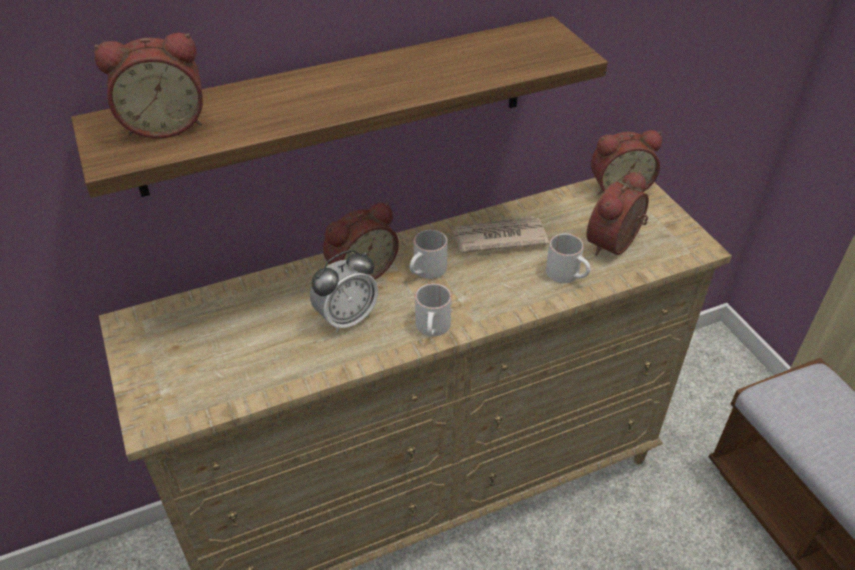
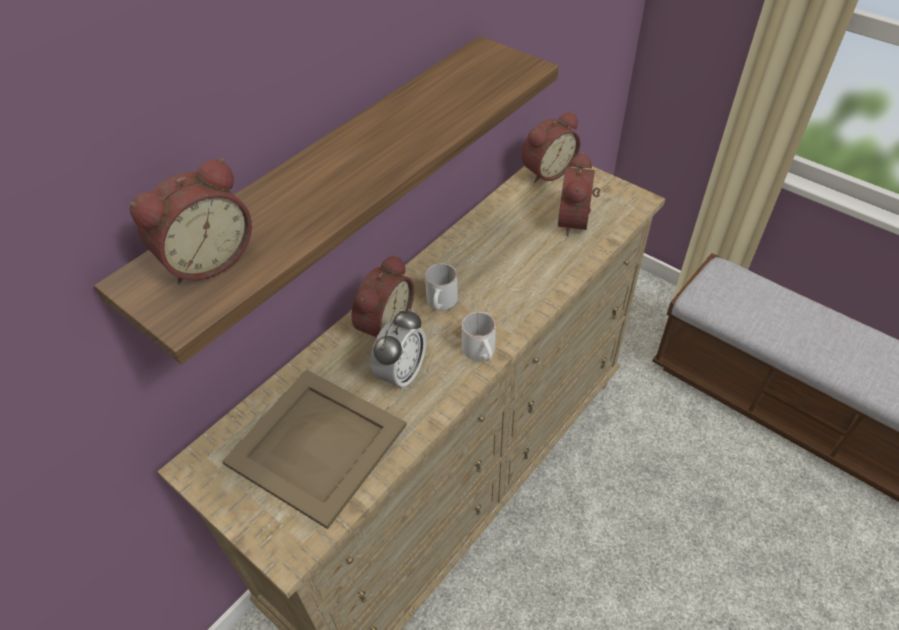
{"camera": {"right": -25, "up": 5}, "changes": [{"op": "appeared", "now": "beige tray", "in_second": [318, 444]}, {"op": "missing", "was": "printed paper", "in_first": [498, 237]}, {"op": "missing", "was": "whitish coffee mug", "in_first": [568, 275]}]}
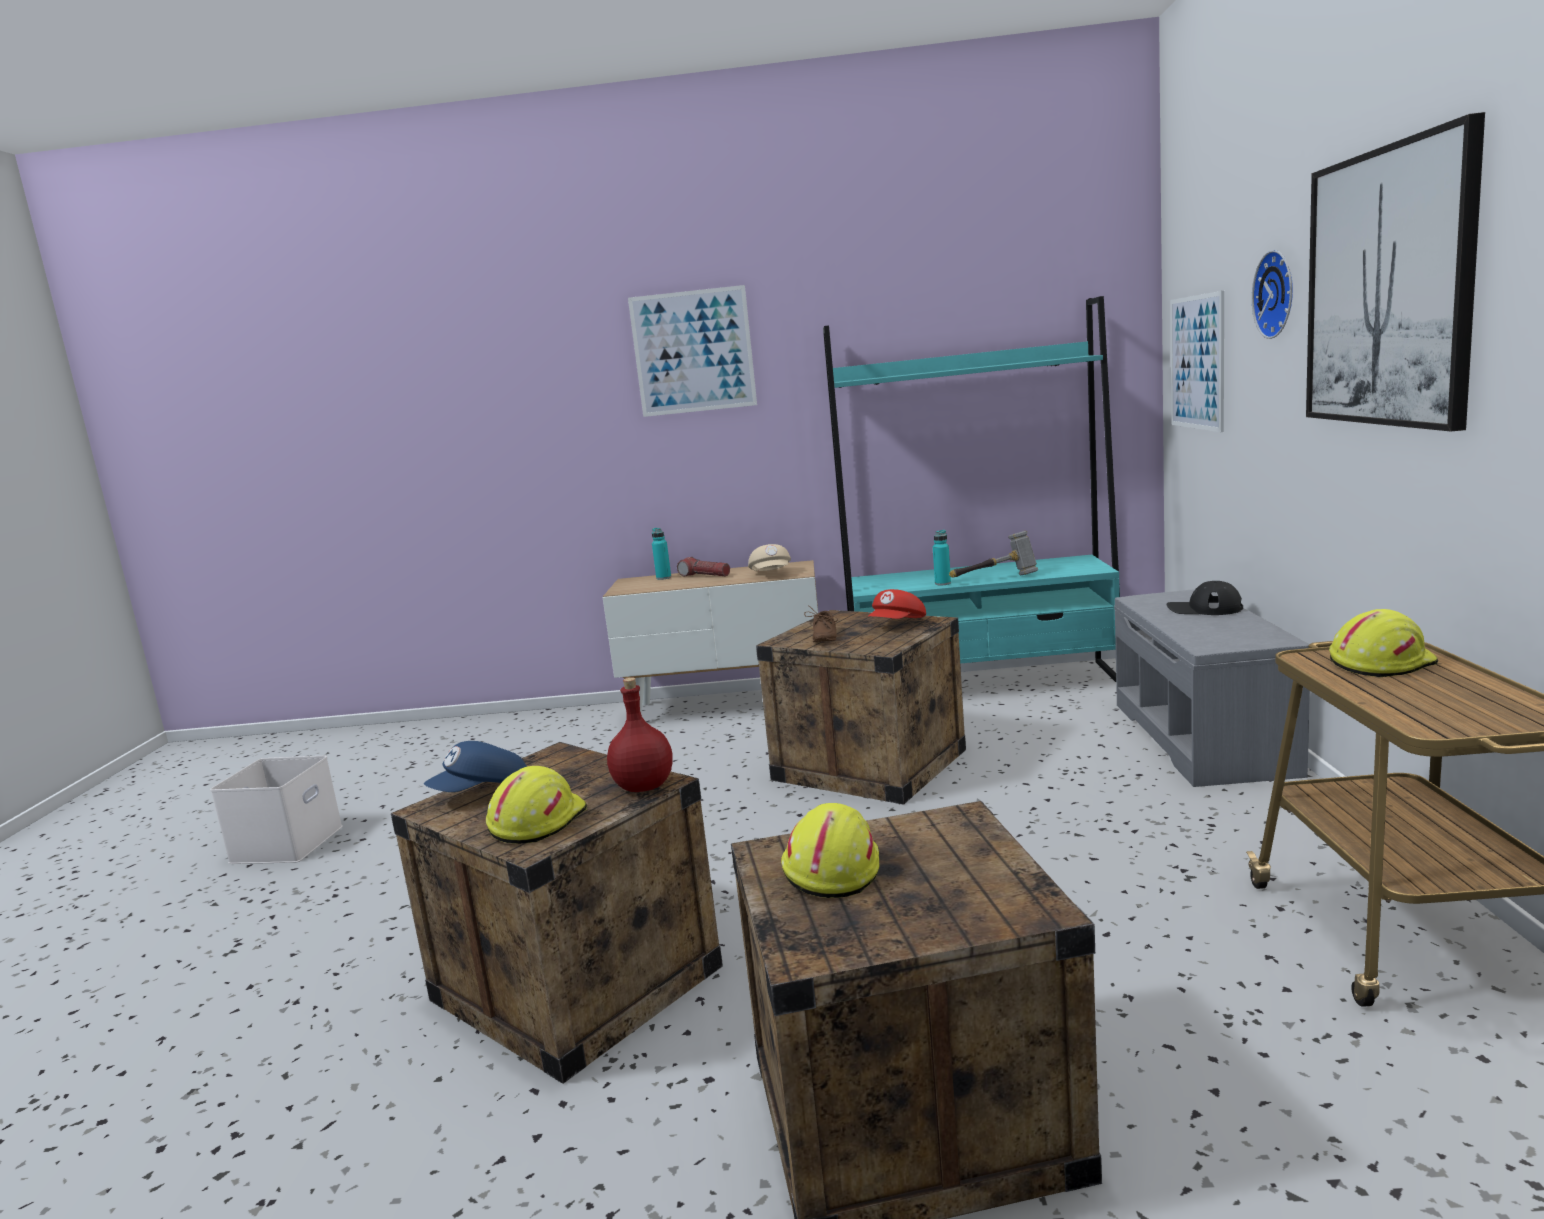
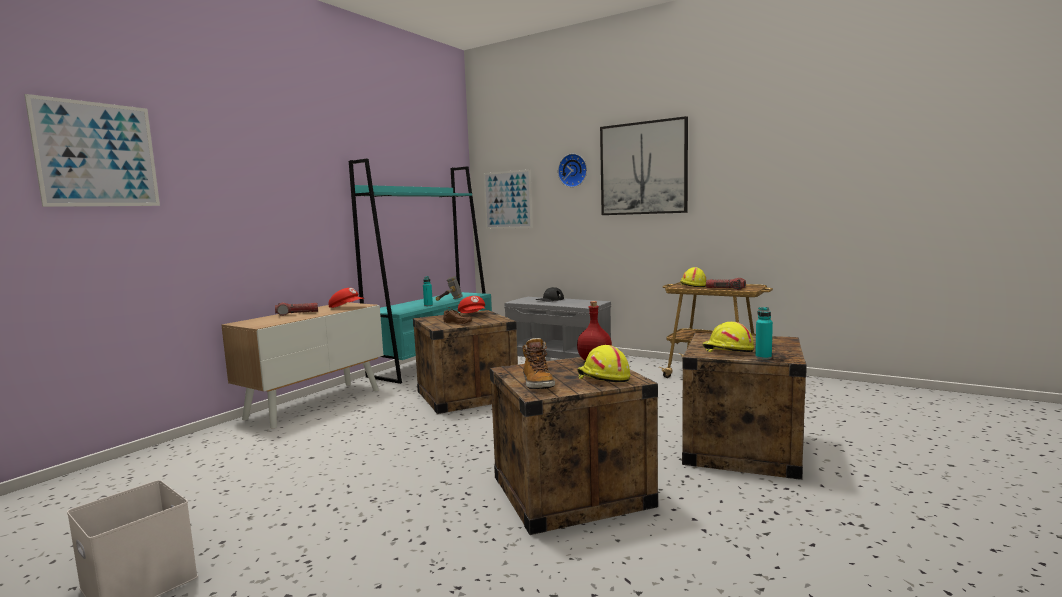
{"camera": {"right": -60, "up": -5}, "changes": [{"op": "relocated", "was": "wall picture", "in_first": [693, 352], "in_second": [97, 154]}, {"op": "colour", "was": "beige cap", "now": "red cap", "in_first": [772, 574], "in_second": [347, 307]}, {"op": "exchanged", "was": "blue-coloured cap", "now": "boot", "in_first": [483, 793], "in_second": [537, 384]}, {"op": "appeared", "now": "flashlight", "in_second": [725, 289]}, {"op": "relocated", "was": "blue-green drink bottle", "in_first": [663, 578], "in_second": [763, 357]}]}
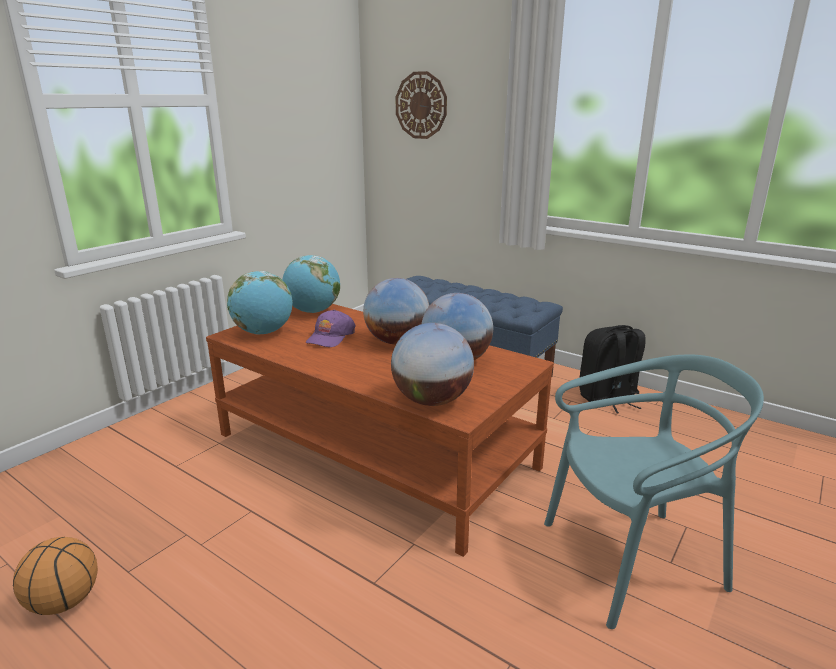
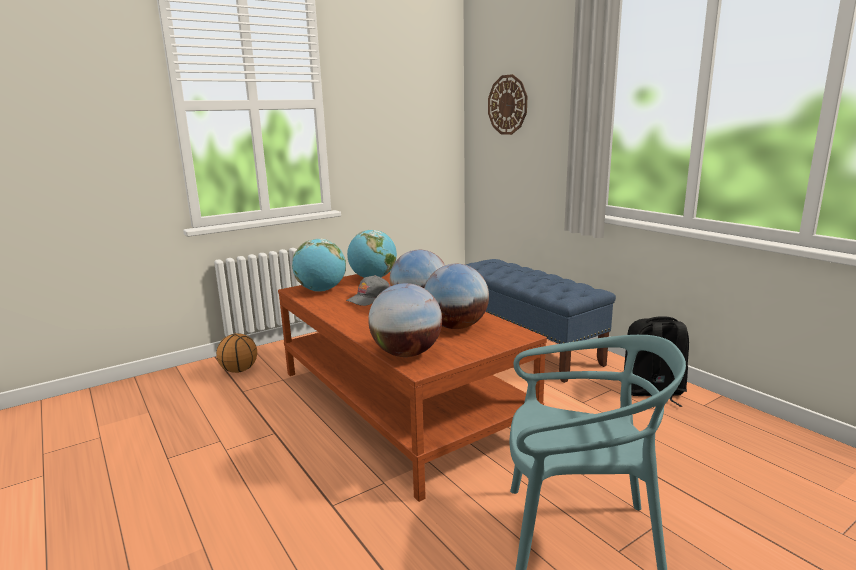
{"camera": {"right": 20, "up": -5}, "changes": [{"op": "relocated", "was": "basketball", "in_first": [64, 601], "in_second": [239, 370]}, {"op": "colour", "was": "purple cap", "now": "greyish cap", "in_first": [330, 337], "in_second": [369, 298]}]}
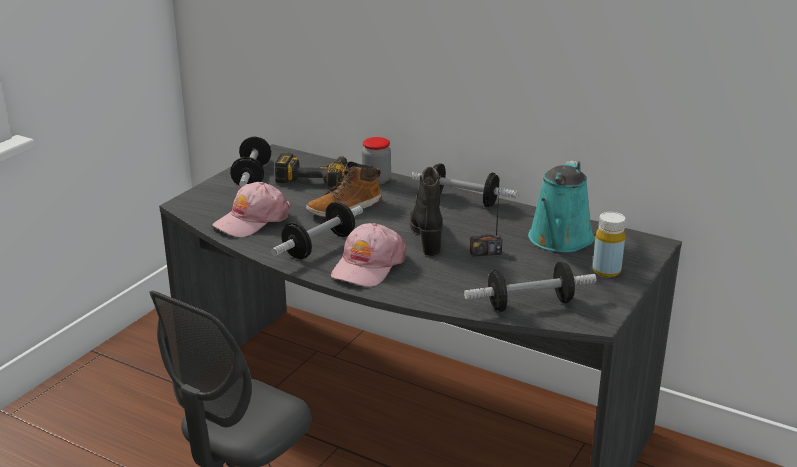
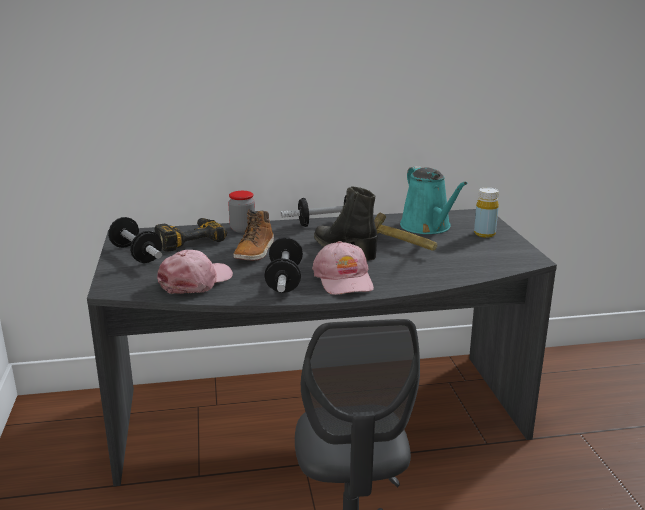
{"camera": {"right": -40, "up": -5}, "changes": [{"op": "spun", "was": "pink-coloured cap", "in_first": [252, 220], "in_second": [196, 281], "clockwise": -150}, {"op": "exchanged", "was": "radio receiver", "now": "tool hammer", "in_first": [485, 252], "in_second": [401, 247]}, {"op": "missing", "was": "free weight", "in_first": [529, 304]}]}
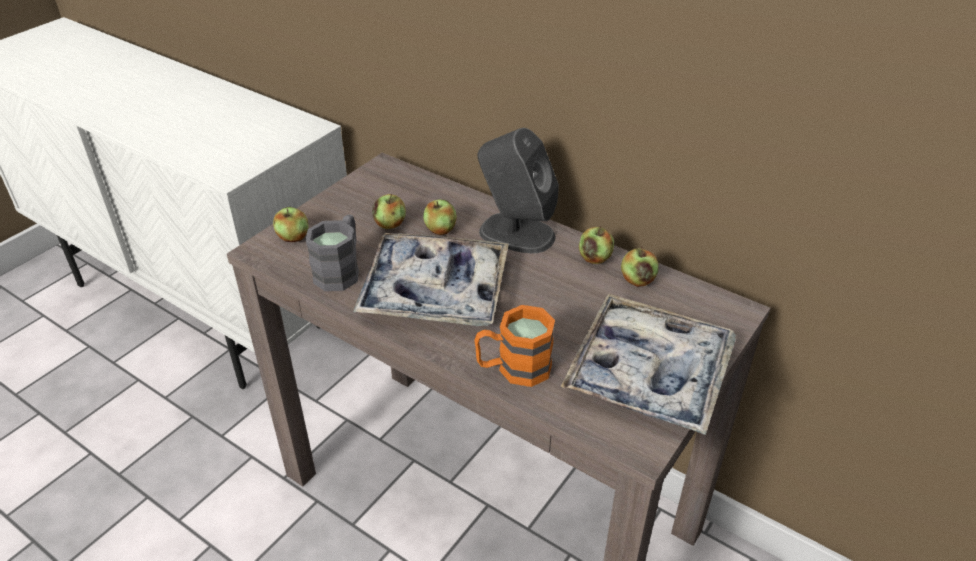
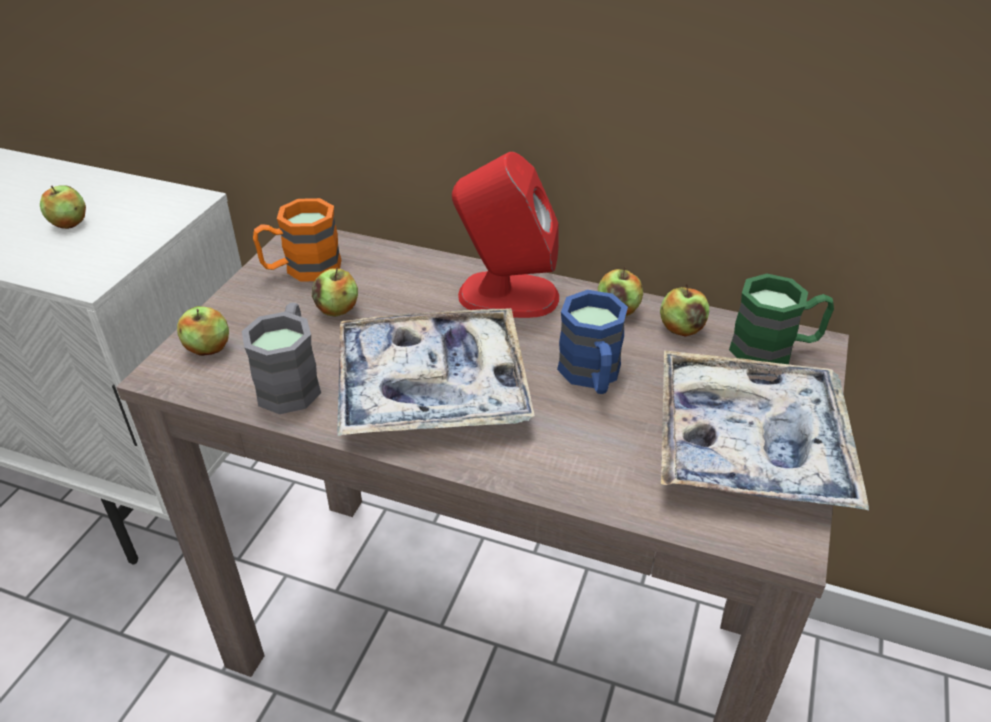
{"camera": {"right": -15, "up": 0}, "changes": [{"op": "relocated", "was": "whole apple", "in_first": [440, 229], "in_second": [69, 223]}, {"op": "relocated", "was": "orange-coloured coffee mug", "in_first": [513, 368], "in_second": [302, 269]}, {"op": "colour", "was": "greyish audio speaker", "now": "red audio speaker", "in_first": [515, 233], "in_second": [506, 295]}, {"op": "appeared", "now": "blue-coloured coffee mug", "in_second": [592, 376]}, {"op": "appeared", "now": "greenish coffee mug", "in_second": [774, 349]}]}
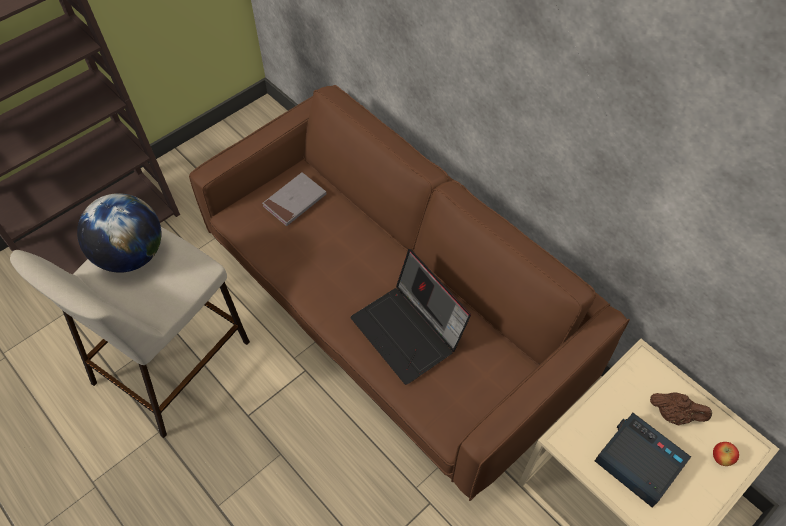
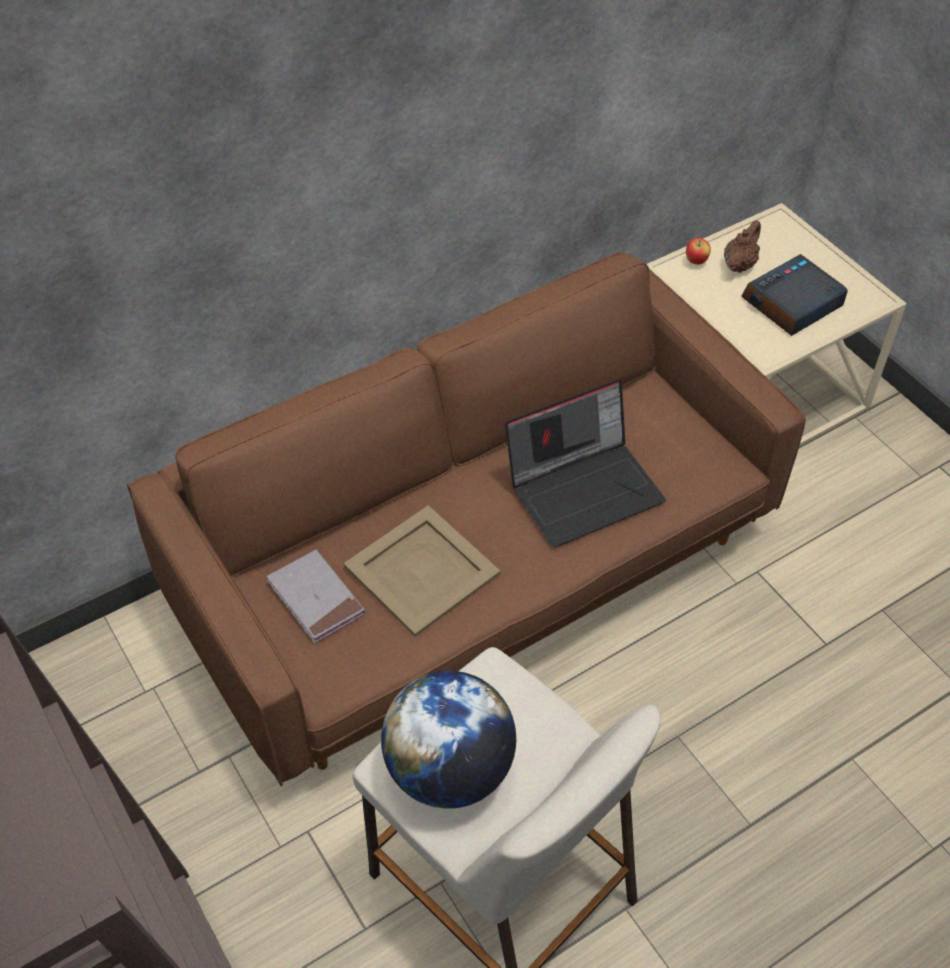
{"camera": {"right": -80, "up": -5}, "changes": [{"op": "appeared", "now": "beige tray", "in_second": [420, 570]}, {"op": "relocated", "was": "whole apple", "in_first": [720, 458], "in_second": [696, 261]}]}
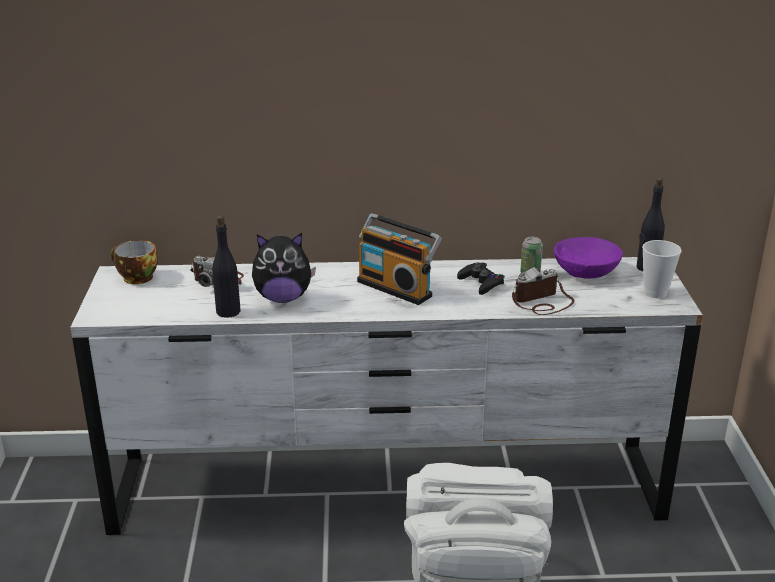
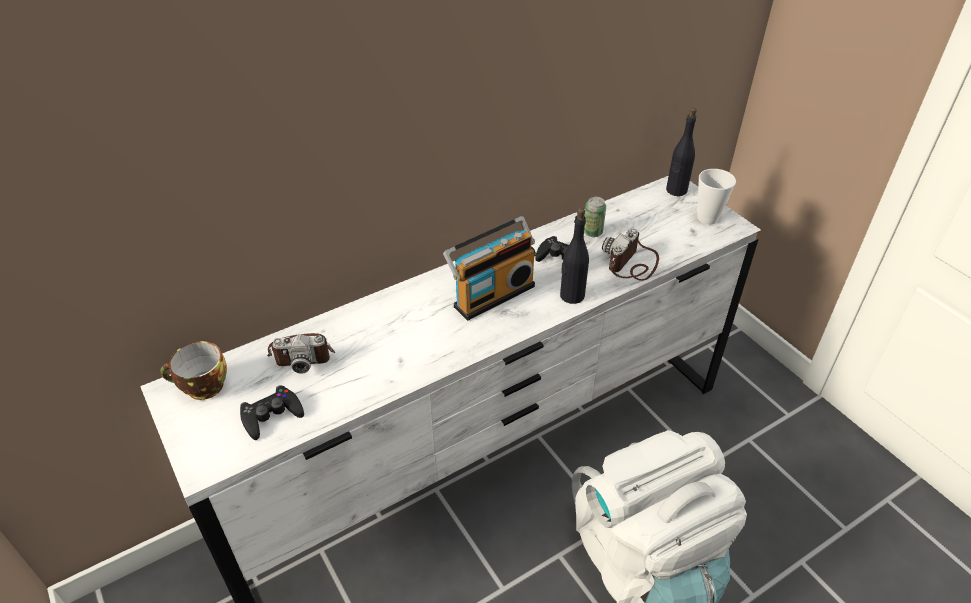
{"camera": {"right": -30, "up": 15}, "changes": [{"op": "appeared", "now": "black game controller", "in_second": [271, 416]}, {"op": "spun", "was": "radio receiver", "in_first": [397, 287], "in_second": [492, 294], "clockwise": -45}, {"op": "relocated", "was": "black drink bottle", "in_first": [228, 312], "in_second": [571, 296]}, {"op": "missing", "was": "cuddly toy", "in_first": [283, 298]}, {"op": "missing", "was": "purple deep dish", "in_first": [586, 273]}]}
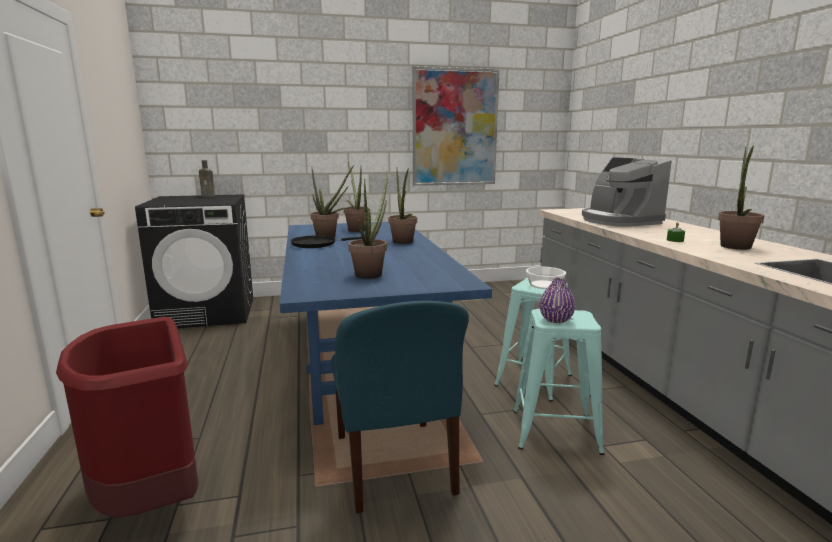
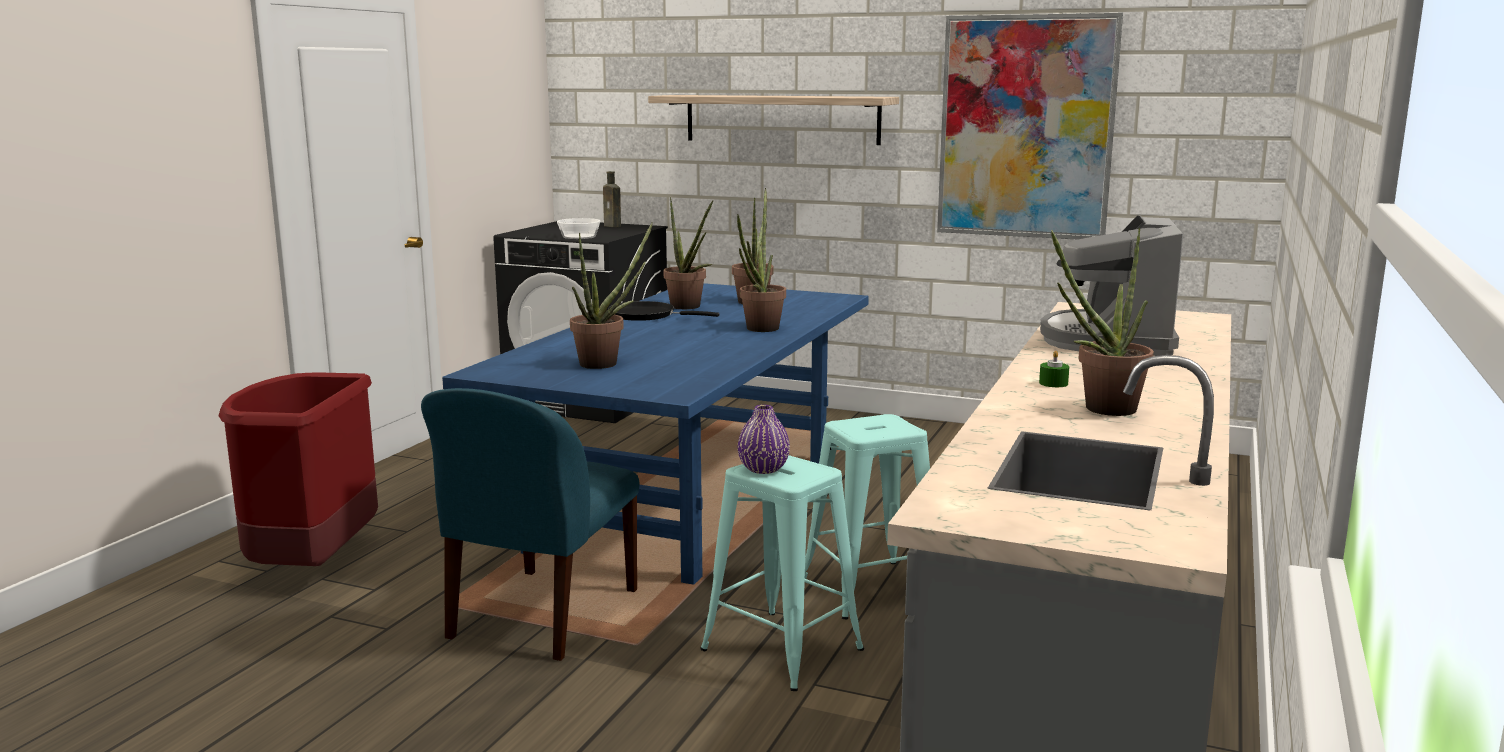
{"camera": {"right": 35, "up": 0}, "changes": [{"op": "relocated", "was": "deep dish", "in_first": [544, 285], "in_second": [579, 236]}, {"op": "appeared", "now": "shelf", "in_second": [781, 119]}]}
